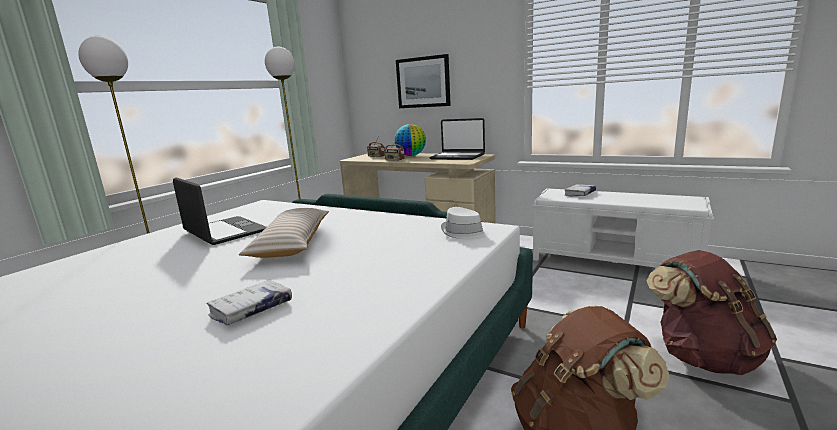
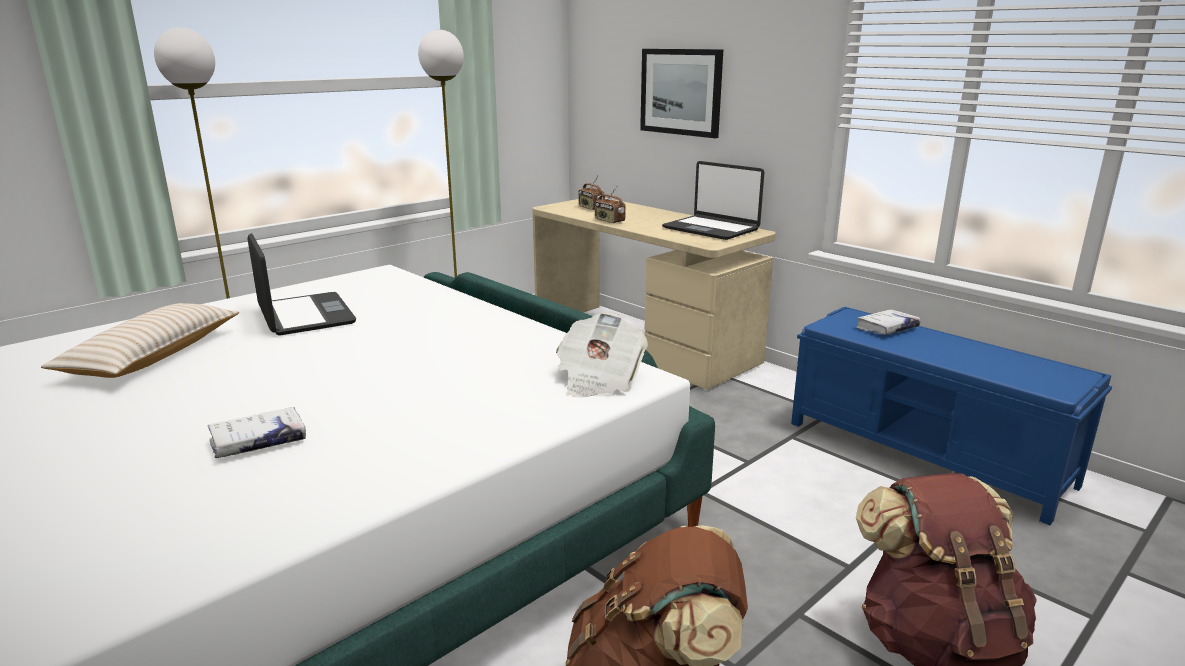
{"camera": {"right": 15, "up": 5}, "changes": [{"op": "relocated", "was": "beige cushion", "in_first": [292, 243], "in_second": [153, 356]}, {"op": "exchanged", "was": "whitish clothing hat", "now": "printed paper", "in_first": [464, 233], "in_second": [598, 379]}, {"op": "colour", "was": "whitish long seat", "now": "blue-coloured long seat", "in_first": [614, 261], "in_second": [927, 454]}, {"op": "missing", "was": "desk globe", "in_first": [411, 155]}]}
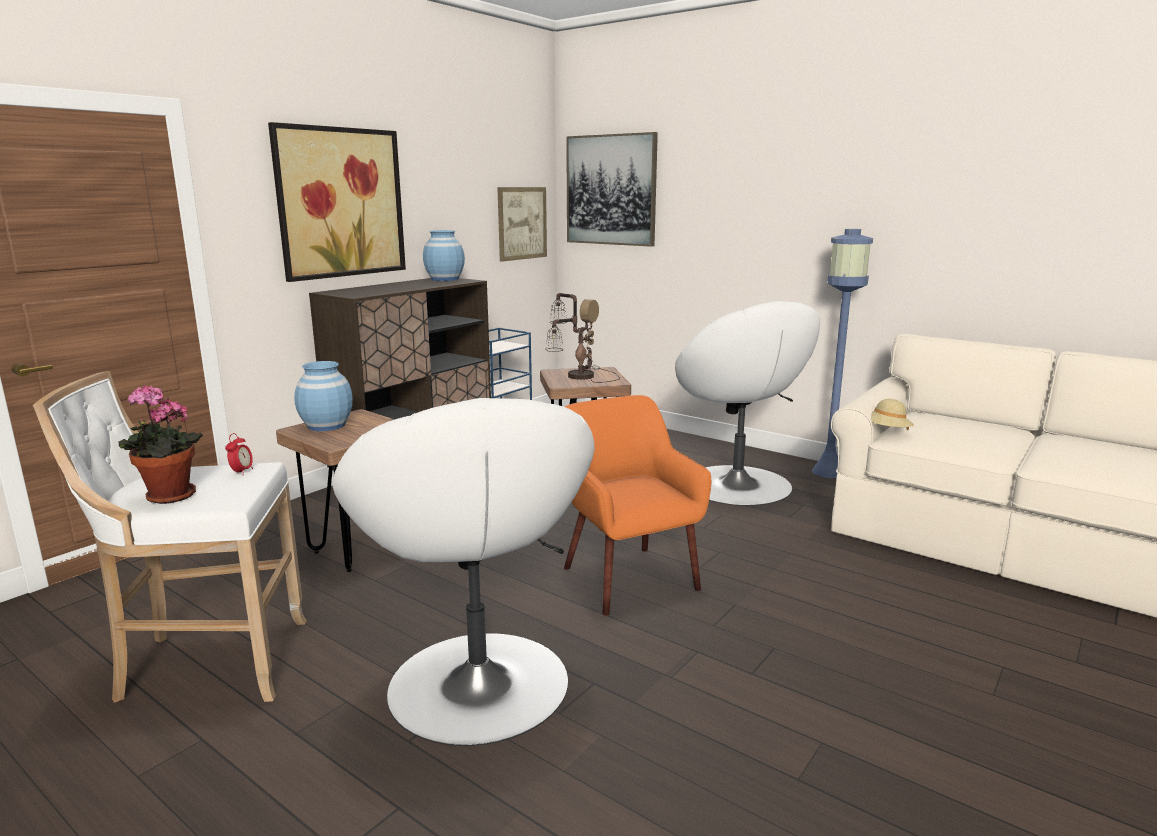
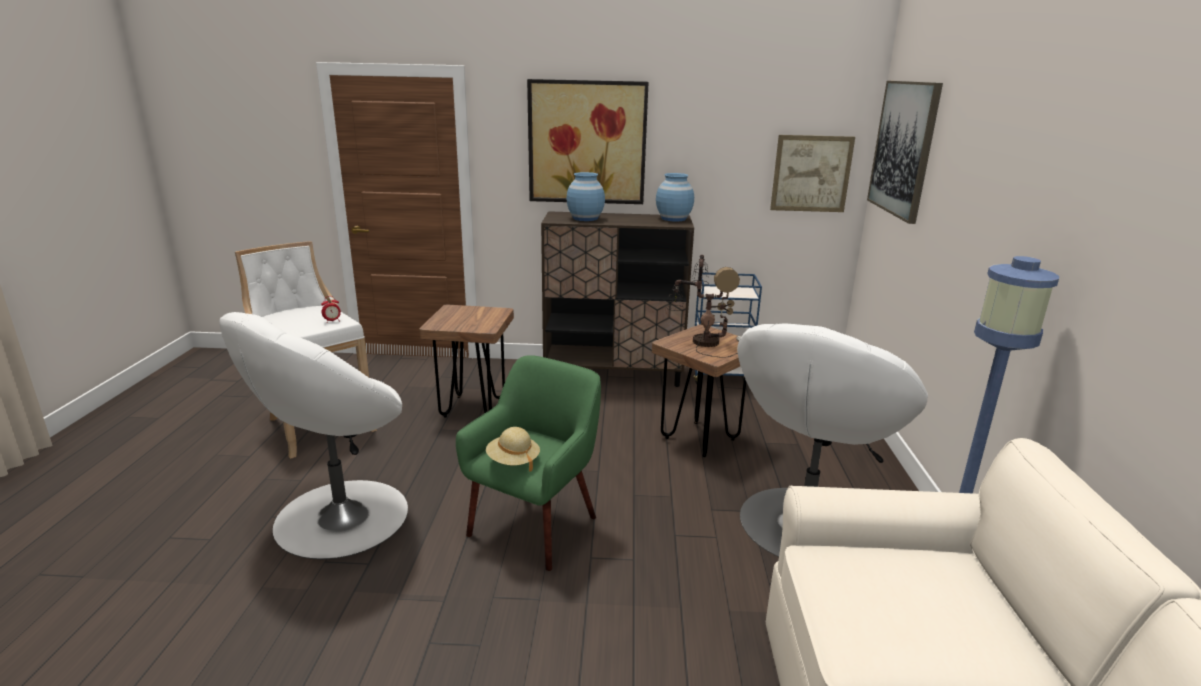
{"camera": {"right": 55, "up": 5}, "changes": [{"op": "colour", "was": "orange-coloured armchair", "now": "greenish armchair", "in_first": [628, 578], "in_second": [535, 525]}, {"op": "relocated", "was": "beige clothing hat", "in_first": [886, 432], "in_second": [513, 461]}, {"op": "relocated", "was": "blue-coloured flower vase", "in_first": [326, 425], "in_second": [585, 218]}, {"op": "missing", "was": "potted plant", "in_first": [168, 498]}]}
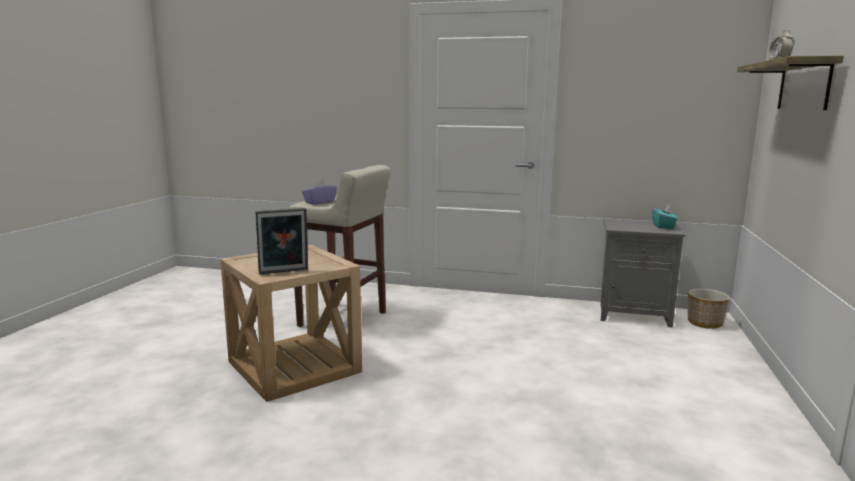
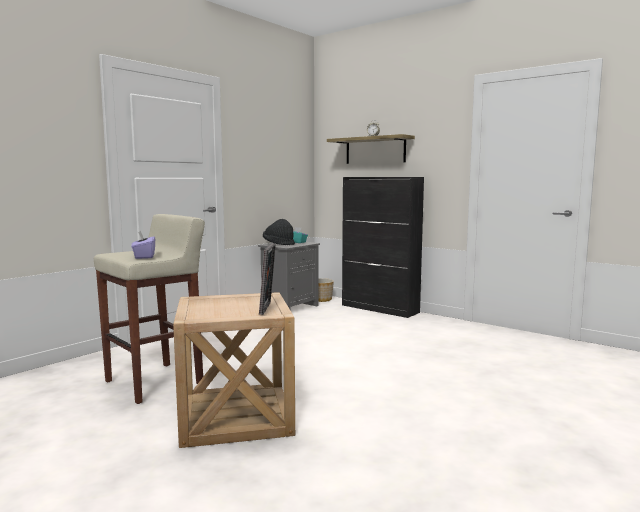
{"camera": {"right": -65, "up": -5}, "changes": [{"op": "appeared", "now": "black clothing hat", "in_second": [278, 244]}, {"op": "appeared", "now": "black cupboard", "in_second": [380, 309]}]}
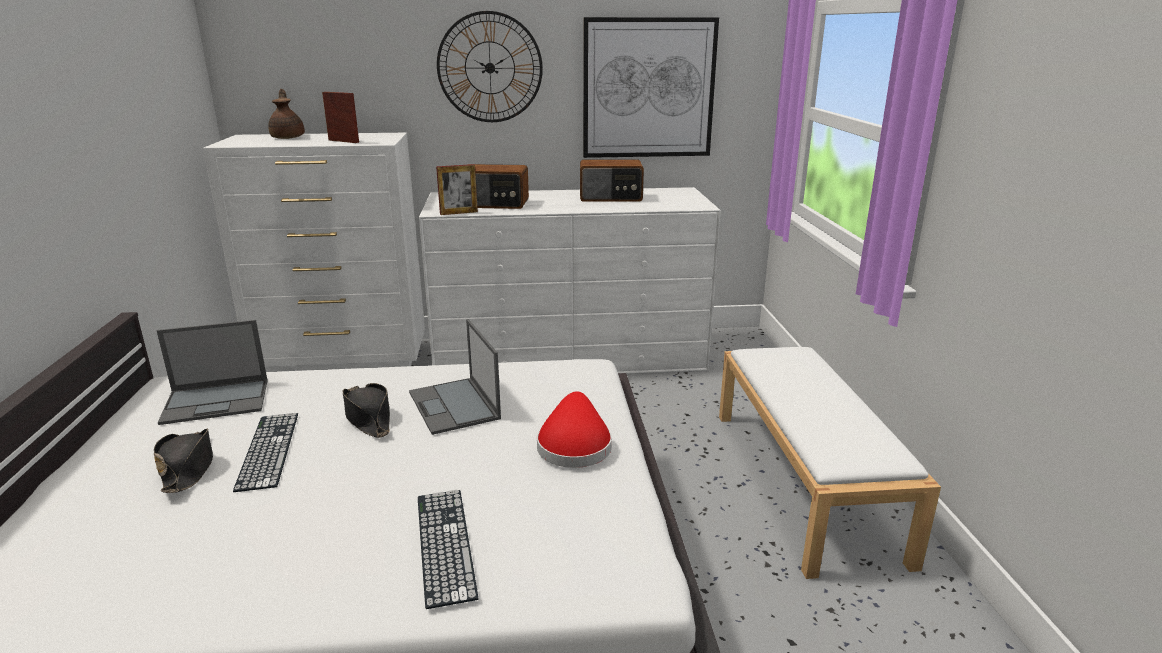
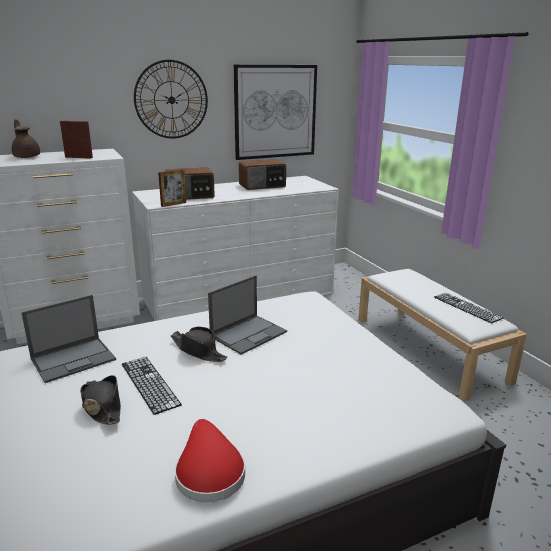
{"camera": {"right": -20, "up": 0}, "changes": [{"op": "relocated", "was": "red clothing hat", "in_first": [574, 445], "in_second": [209, 472]}, {"op": "spun", "was": "portable computer", "in_first": [454, 406], "in_second": [249, 334], "clockwise": -90}, {"op": "relocated", "was": "keyboard", "in_first": [445, 544], "in_second": [467, 307]}]}
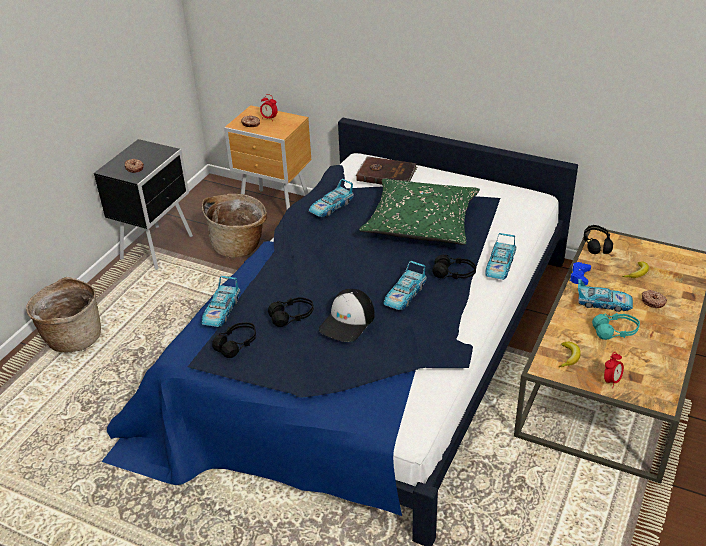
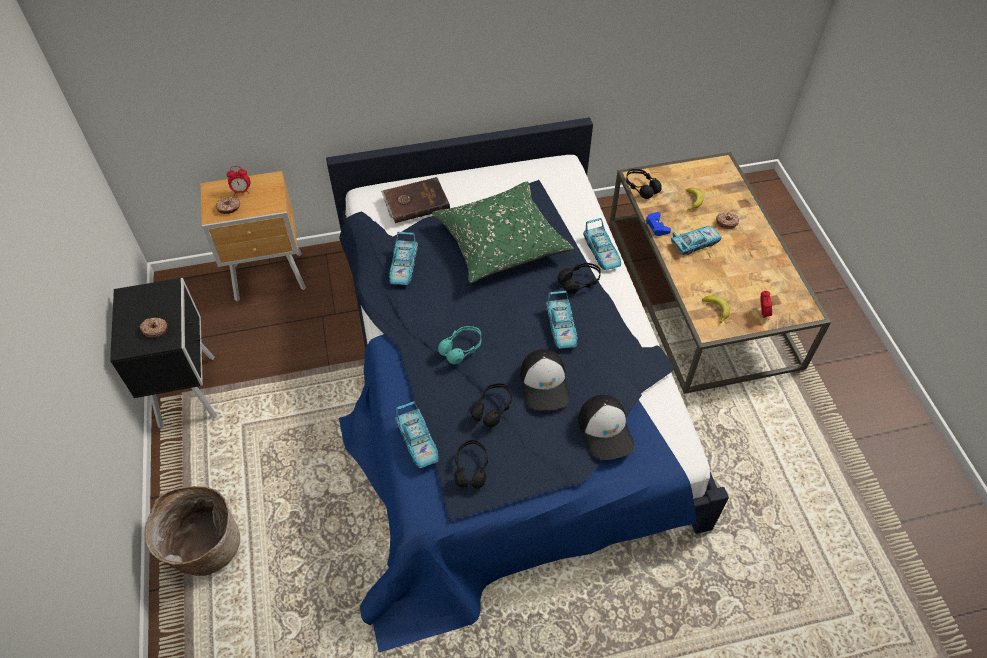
{"camera": {"right": -40, "up": 15}, "changes": [{"op": "relocated", "was": "blue-green pair of headphones", "in_first": [615, 332], "in_second": [461, 348]}, {"op": "appeared", "now": "cap", "in_second": [606, 430]}, {"op": "missing", "was": "household basket", "in_first": [239, 245]}]}
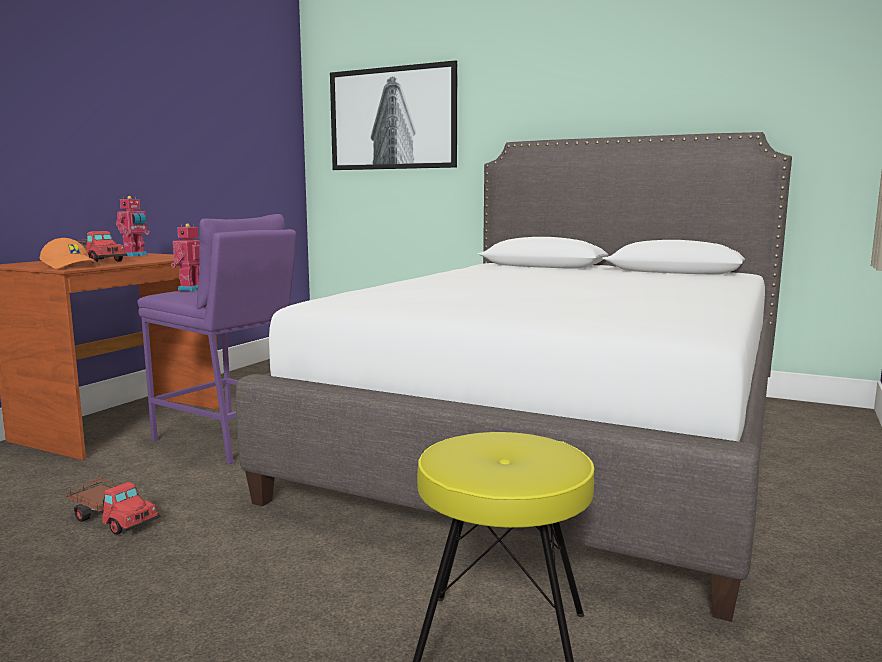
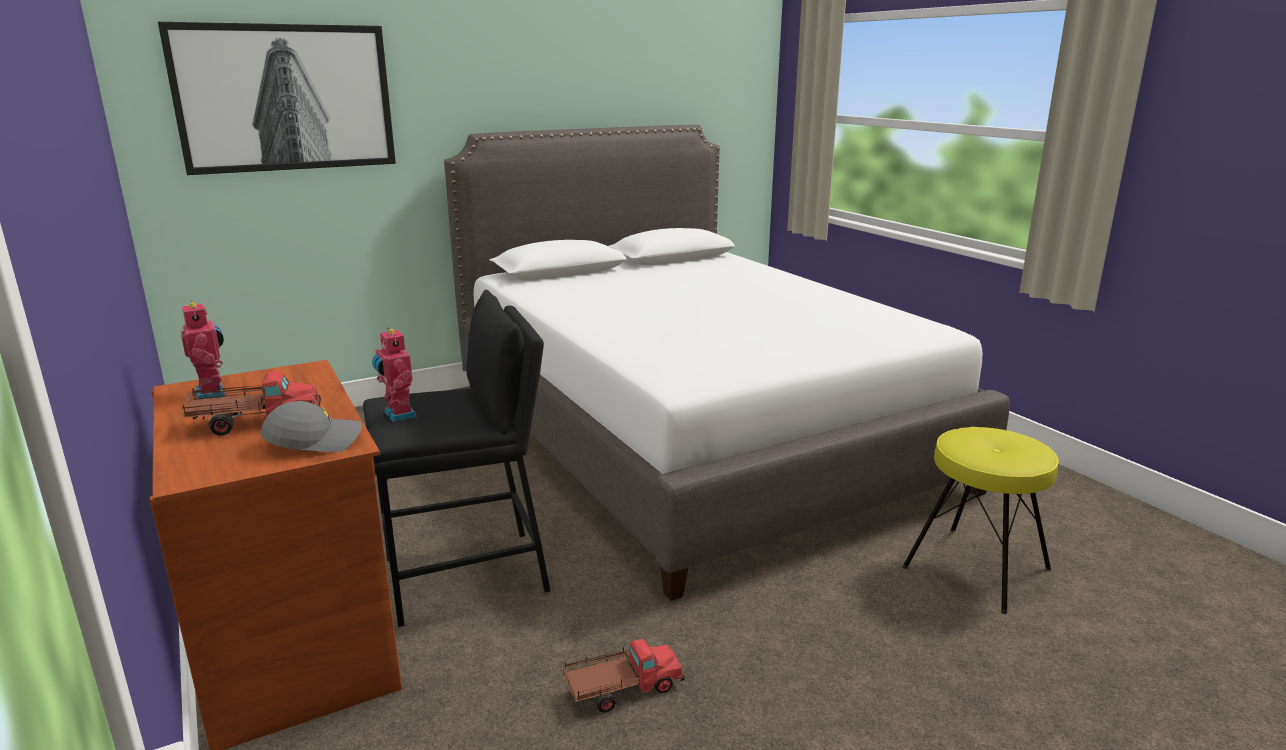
{"camera": {"right": -55, "up": 10}, "changes": [{"op": "colour", "was": "orange-coloured cap", "now": "greyish cap", "in_first": [71, 266], "in_second": [315, 441]}, {"op": "colour", "was": "purple stool", "now": "black stool", "in_first": [228, 438], "in_second": [467, 575]}]}
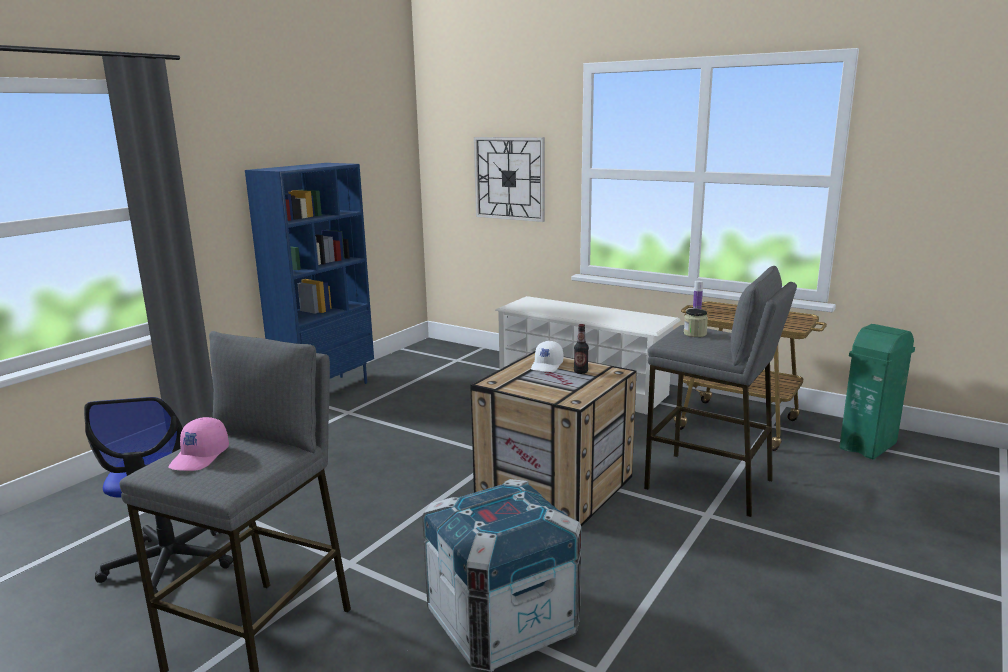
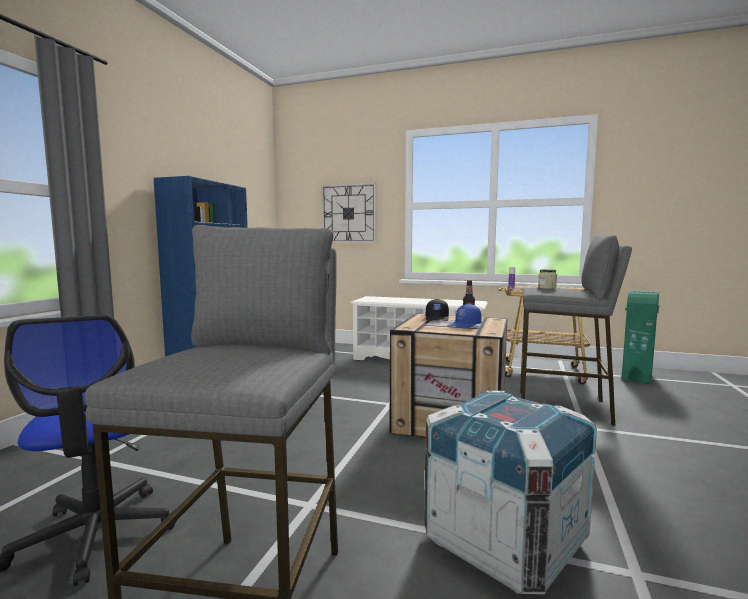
{"camera": {"right": -15, "up": -10}, "changes": [{"op": "colour", "was": "whitish cap", "now": "black cap", "in_first": [547, 365], "in_second": [437, 318]}, {"op": "appeared", "now": "blue-coloured cap", "in_second": [465, 325]}, {"op": "missing", "was": "pink-coloured cap", "in_first": [200, 457]}]}
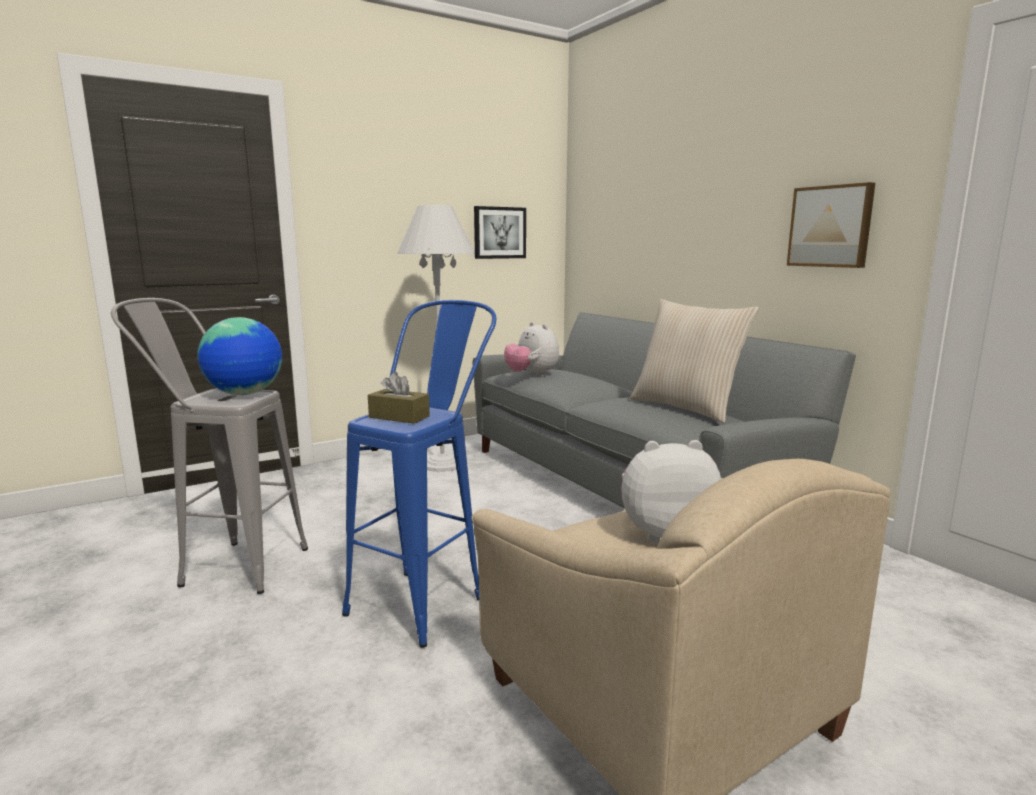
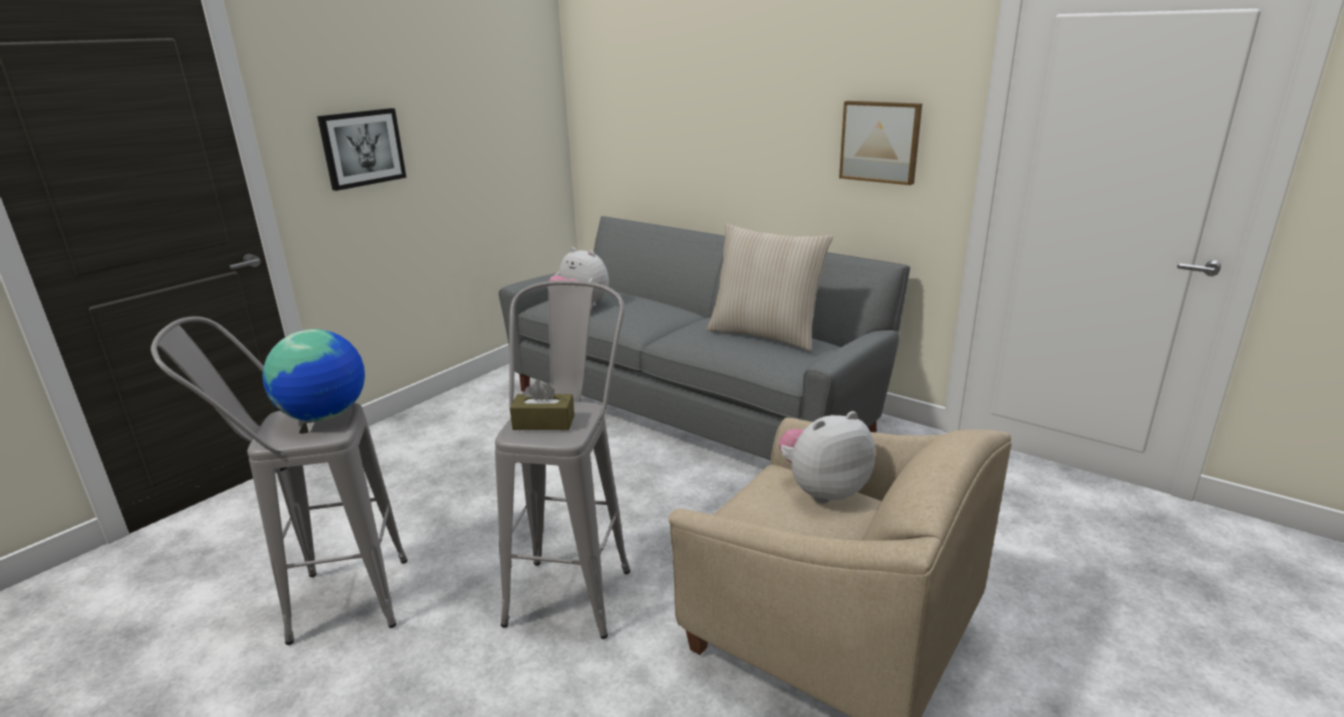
{"camera": {"right": -20, "up": 10}, "changes": [{"op": "relocated", "was": "wall picture", "in_first": [499, 233], "in_second": [362, 148]}, {"op": "colour", "was": "blue-coloured stool", "now": "greyish stool", "in_first": [428, 597], "in_second": [575, 583]}, {"op": "missing", "was": "whitish floor lamp", "in_first": [442, 463]}]}
